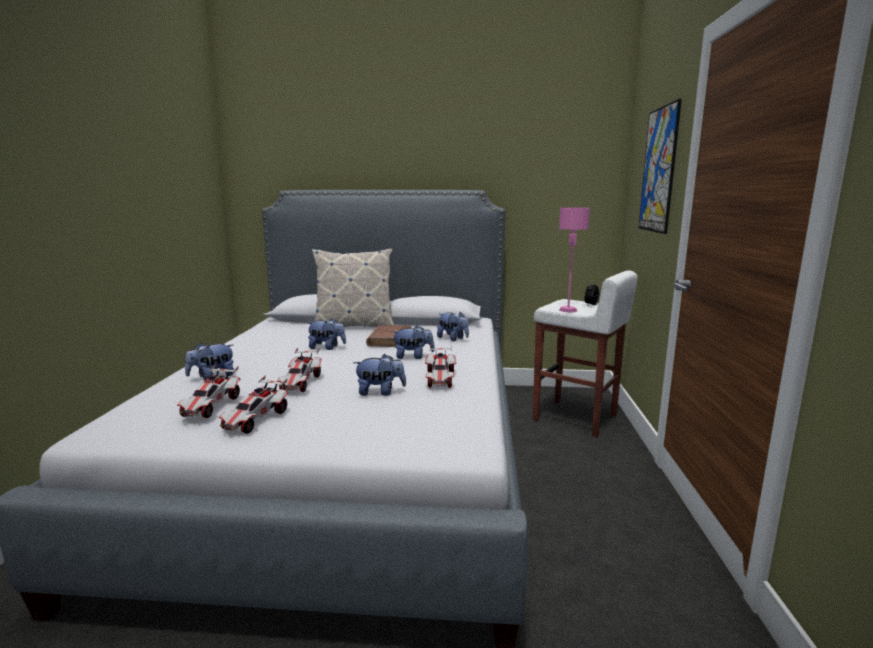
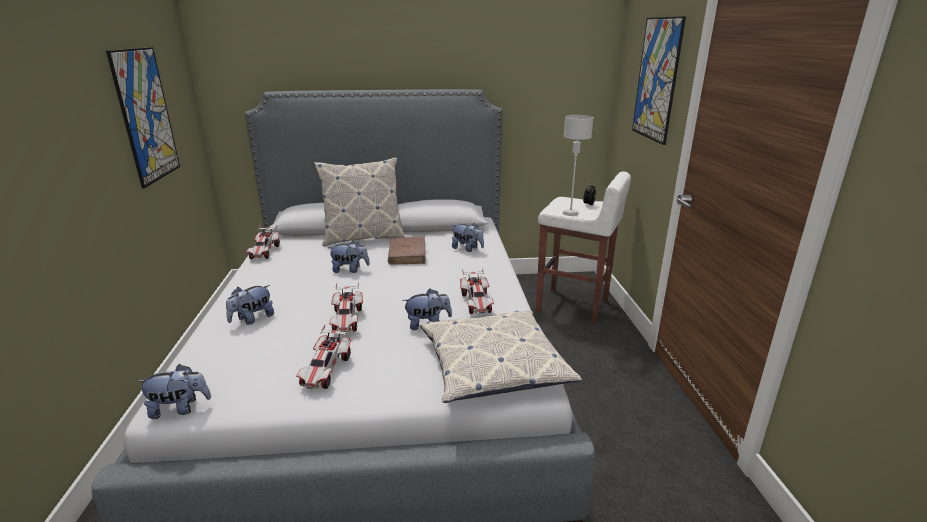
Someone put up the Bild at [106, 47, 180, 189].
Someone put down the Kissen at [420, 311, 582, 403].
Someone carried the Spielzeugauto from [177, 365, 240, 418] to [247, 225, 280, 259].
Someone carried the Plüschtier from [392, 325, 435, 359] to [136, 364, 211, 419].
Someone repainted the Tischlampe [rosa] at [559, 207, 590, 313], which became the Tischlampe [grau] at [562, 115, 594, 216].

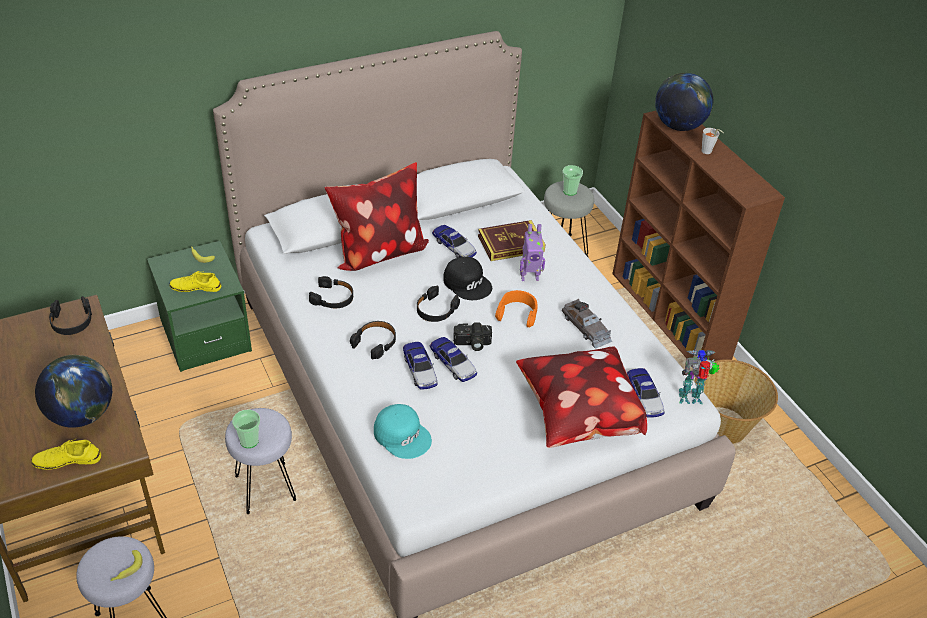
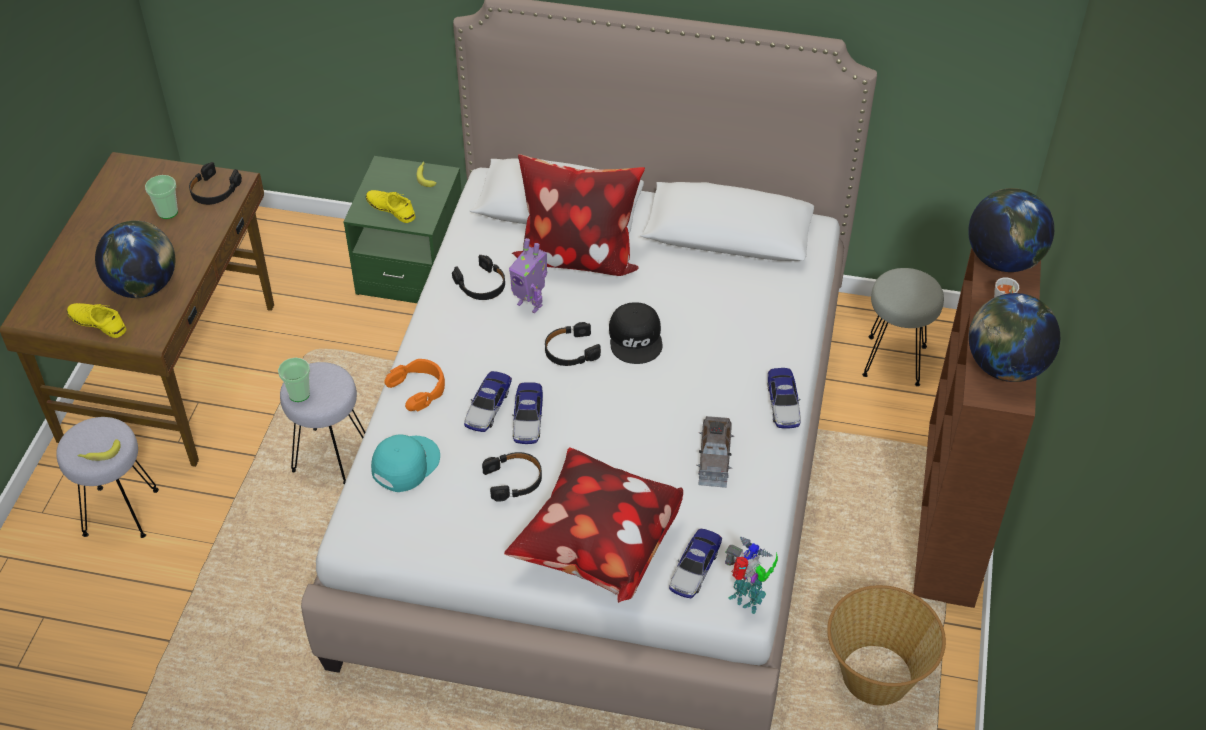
Someone took away the Kamera at [453, 322, 492, 351].
Someone took away the Buch at [478, 220, 546, 261].
Someone put down the Globus at [969, 293, 1060, 382].
Someone carried the Kopfhörer [schwarz] from [350, 321, 396, 360] to [482, 452, 542, 502].
Someone carried the Spielzeugauto from [432, 225, 477, 258] to [767, 368, 800, 429].
Someone carried the Kopfhörer [orange] from [495, 290, 538, 328] to [384, 359, 445, 411].
Someone carried the Spielzeugroboter from [520, 224, 545, 281] to [509, 238, 547, 313].
Someone carried the Tasse from [562, 165, 583, 196] to [145, 175, 178, 219].
Someone rotated the Kappe [türkis] at [374, 404, 432, 459] by 135 degrees counterclockwise.

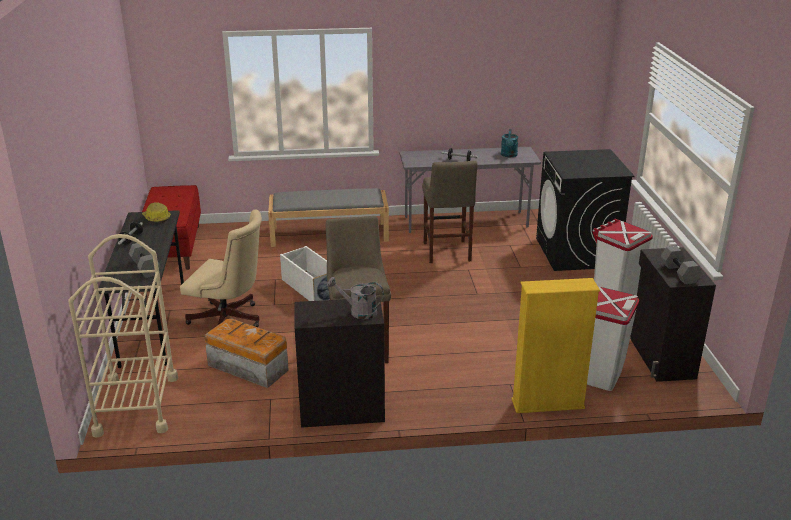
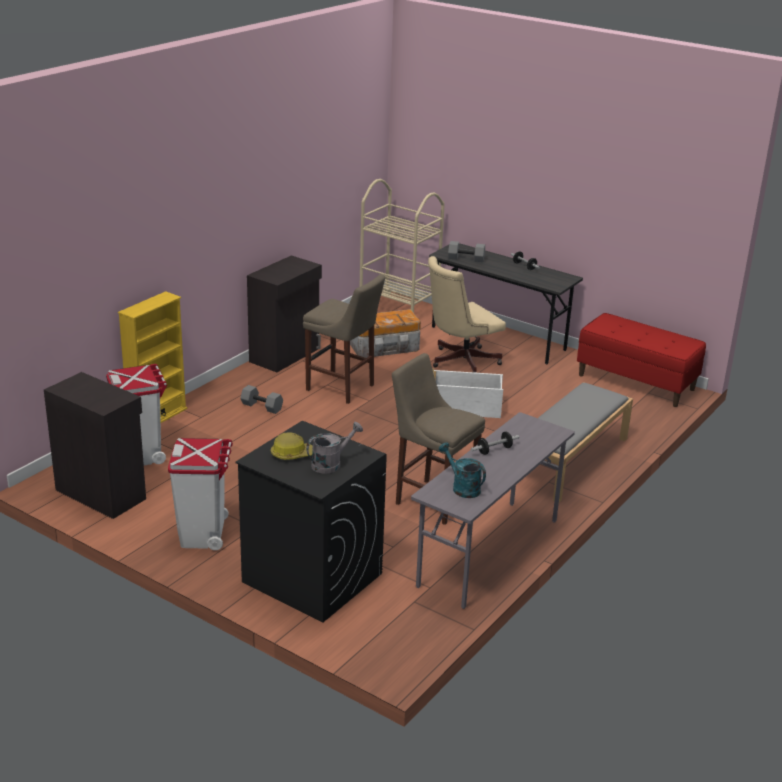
Someone carried the Schutzhelm from [142, 202, 171, 223] to [271, 433, 313, 460].
Someone carried the Gießkanne [grau] from [327, 277, 384, 319] to [306, 422, 363, 474].
Someone carried the Hantel [grau] from [661, 246, 702, 285] to [240, 385, 283, 414].

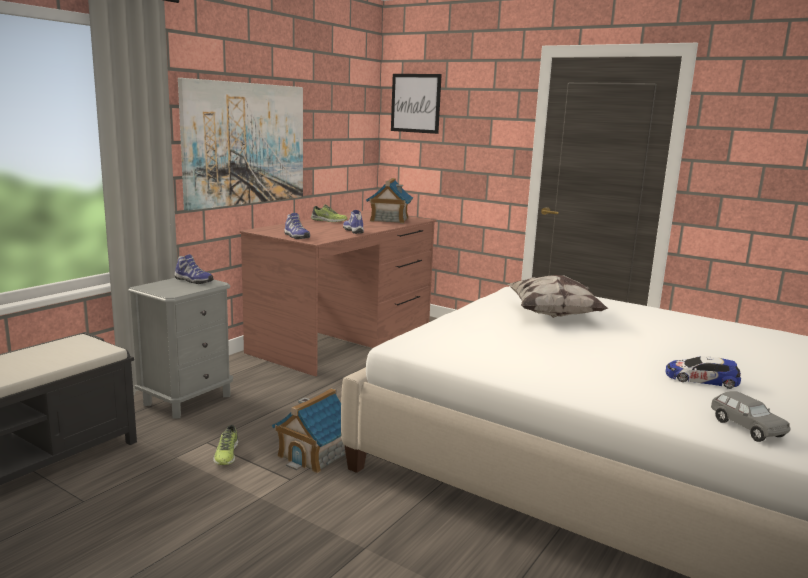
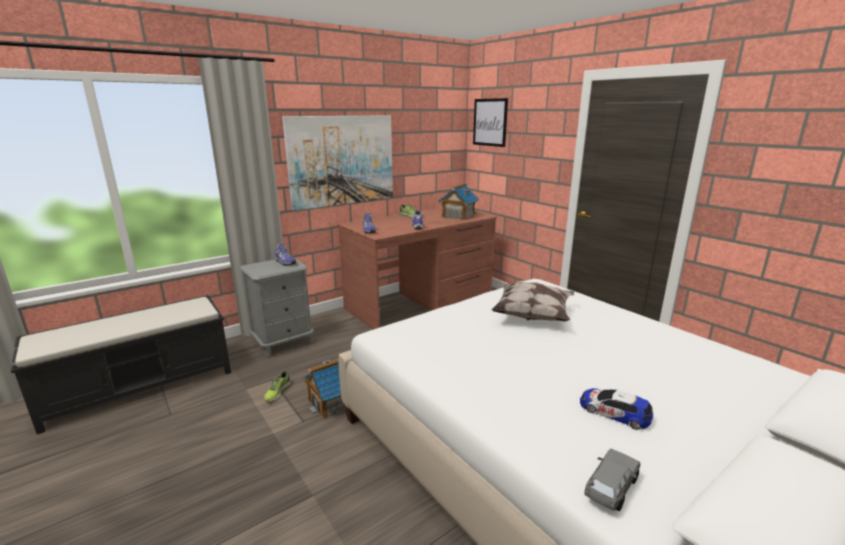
Someone rotated the Spielzeugauto [grau] at [711, 391, 791, 442] by 135 degrees counterclockwise.

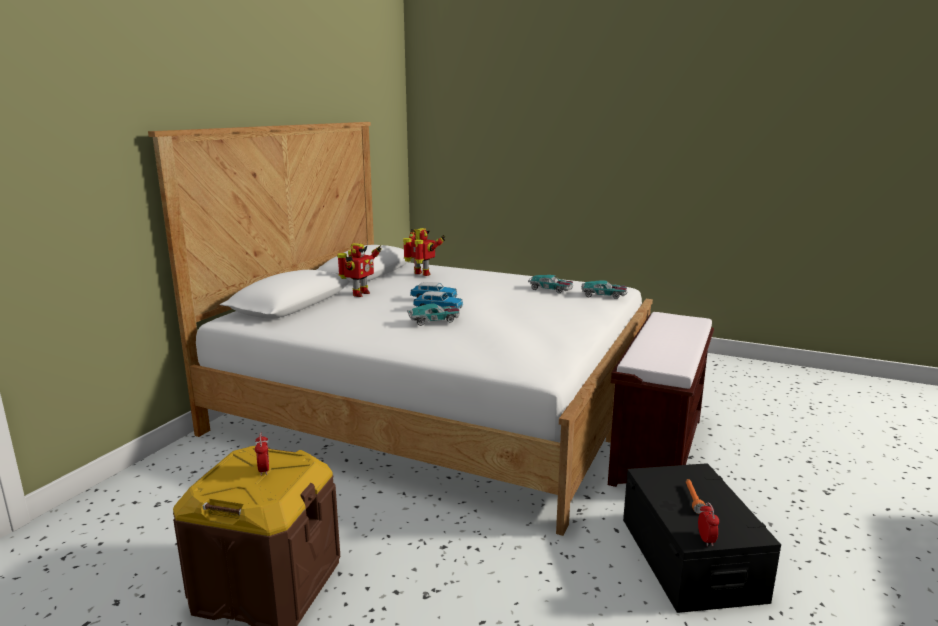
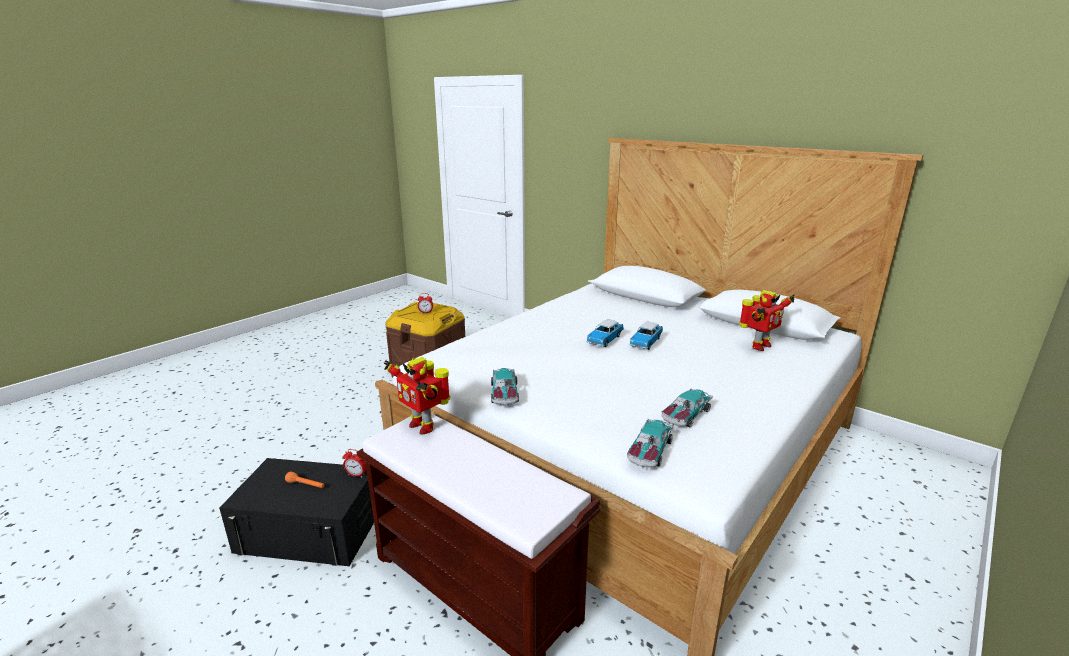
Someone carried the Spielzeugroboter from [337, 243, 381, 297] to [384, 357, 450, 435].
Someone carried the Spielzeugauto from [407, 303, 460, 326] to [491, 368, 519, 406].
Someone carried the Wecker from [698, 502, 719, 547] to [343, 449, 366, 477].

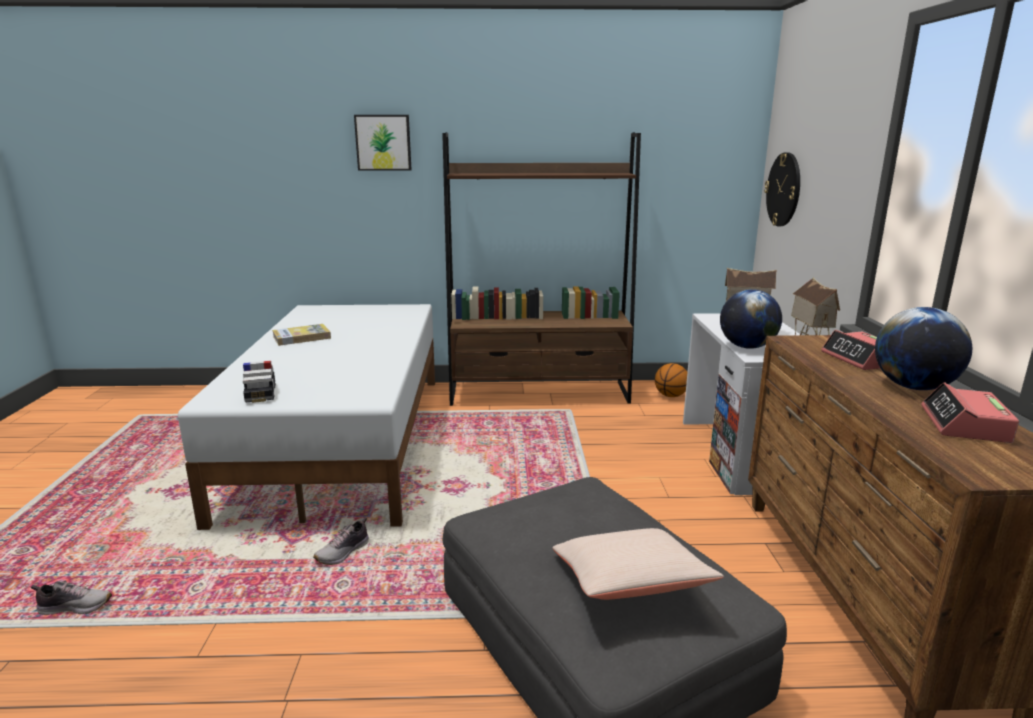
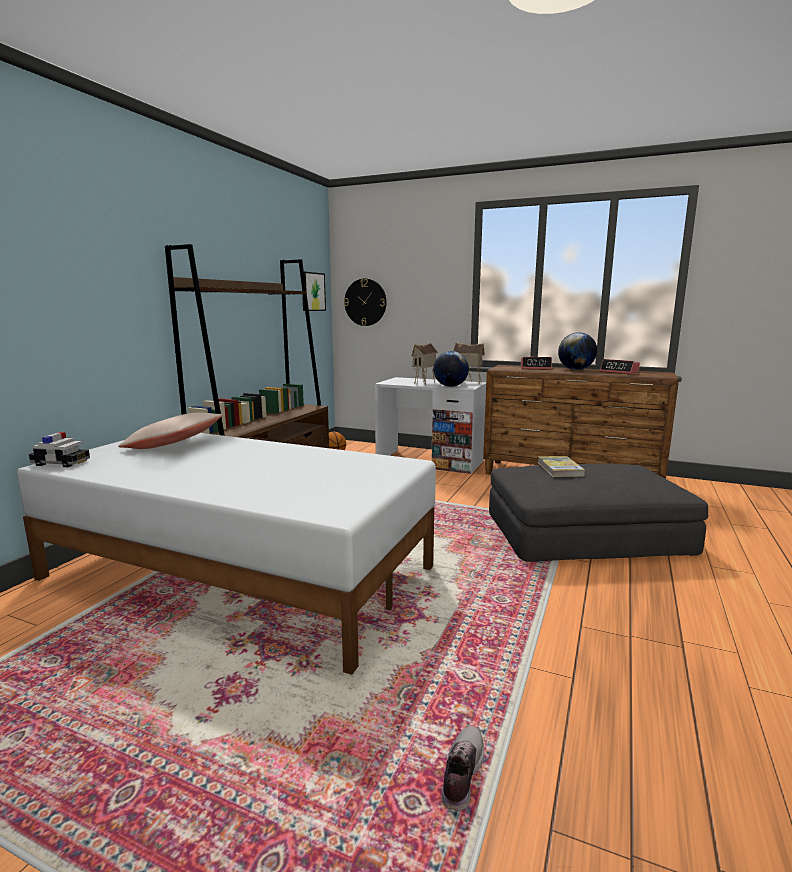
Someone took away the Schuh at [313, 517, 369, 565].
Someone carried the Spielzeugauto from [243, 361, 276, 403] to [29, 432, 90, 467].
Someone carried the Buch from [272, 324, 331, 346] to [538, 456, 585, 477].
Someone carried the Bild from [354, 115, 412, 171] to [302, 272, 326, 311].
Someone carried the Kissen [beige] from [552, 528, 724, 600] to [118, 412, 223, 449].

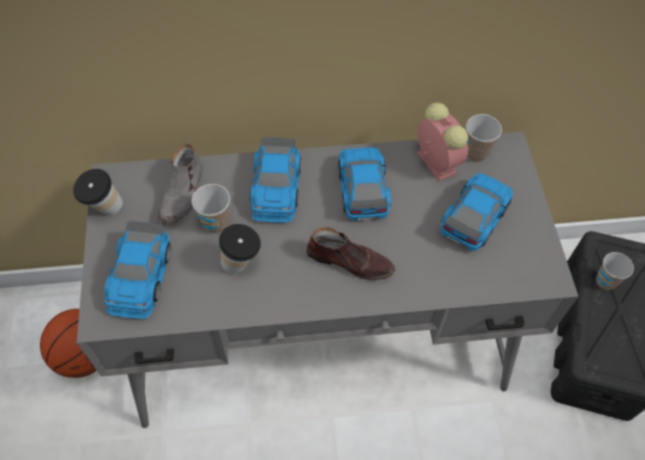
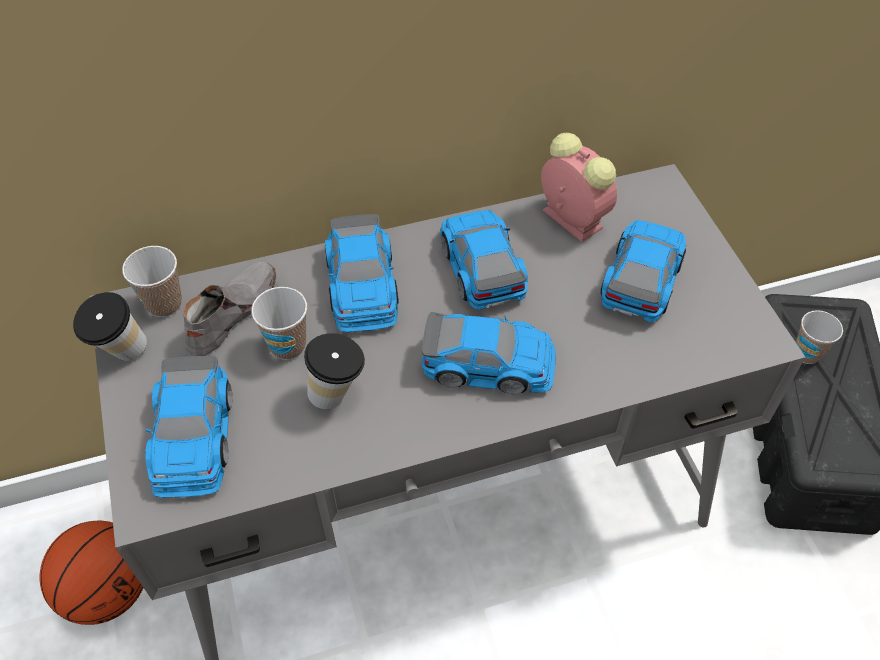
Someone carried the Tasse from [466, 114, 502, 162] to [122, 246, 182, 317].
Someone swapped the Schuh [braun] at [306, 227, 395, 280] for the Spielzeugauto at [422, 312, 556, 395].
Someone rotated the Schuh [grau] at [158, 144, 203, 223] by 150 degrees counterclockwise.

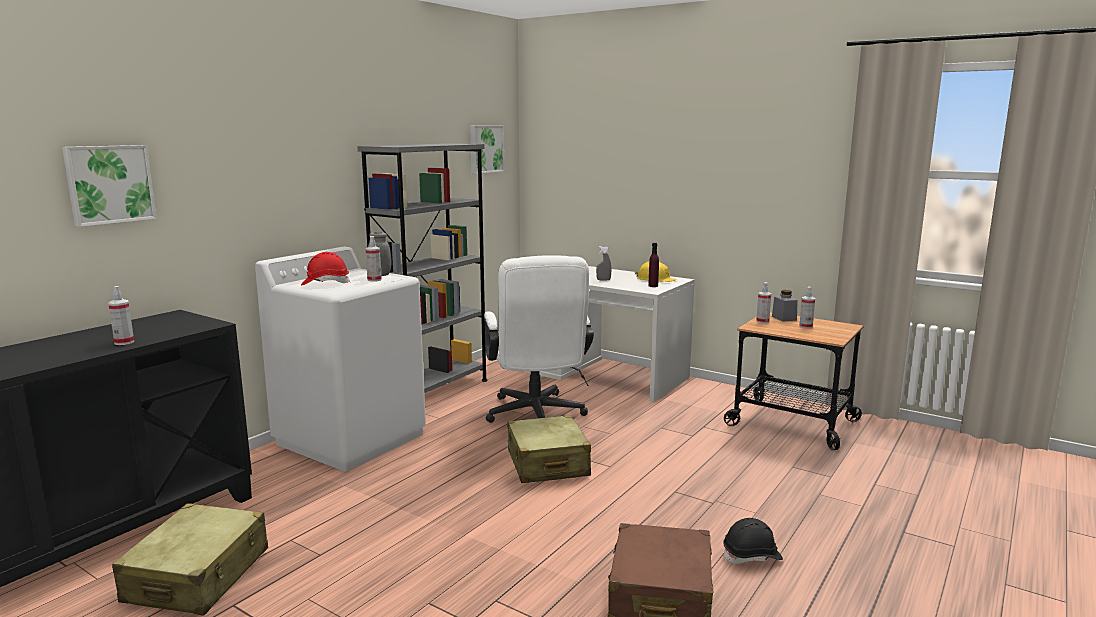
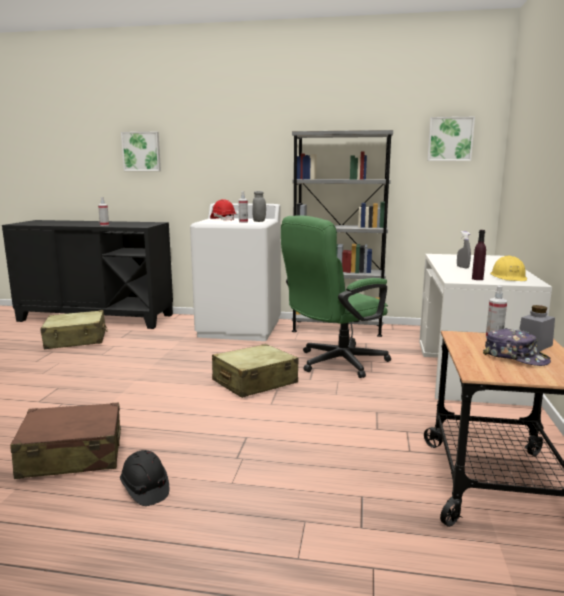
Someone swapped the Sprühflasche at [799, 287, 815, 329] for the Kappe at [483, 328, 551, 366].
Someone repainted the Bürostuhl [weiß] at [484, 255, 594, 423], which became the Bürostuhl [grün] at [281, 215, 391, 378].

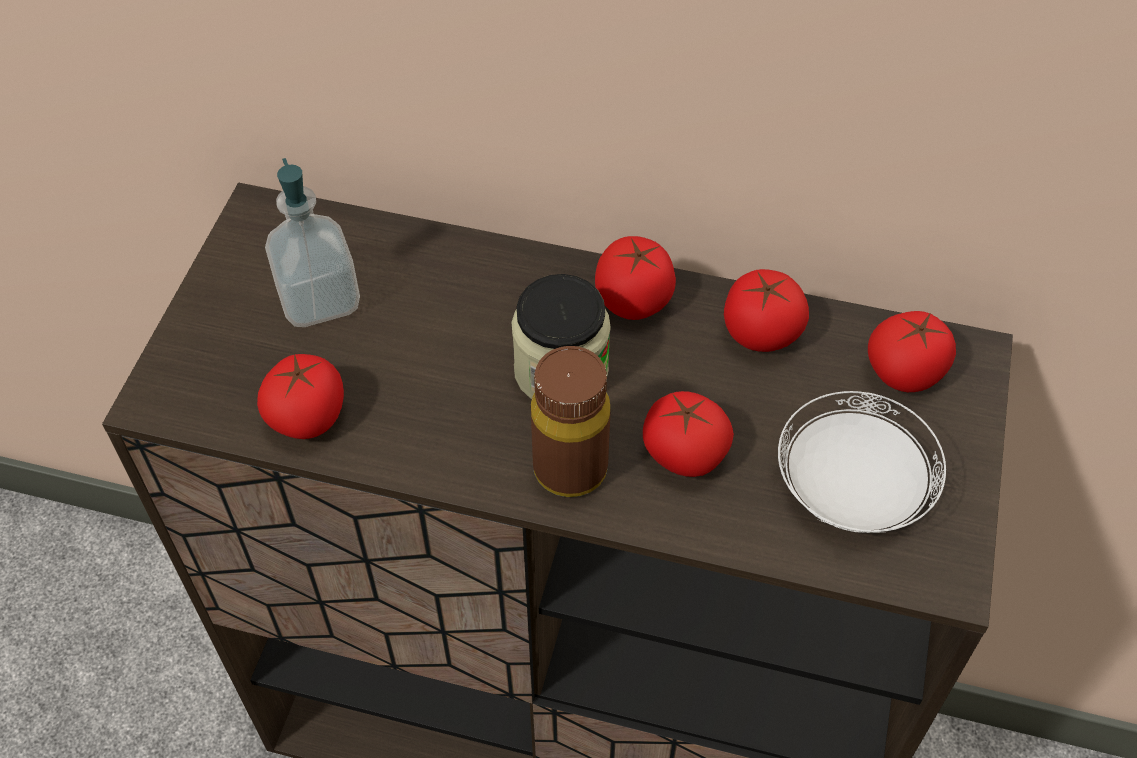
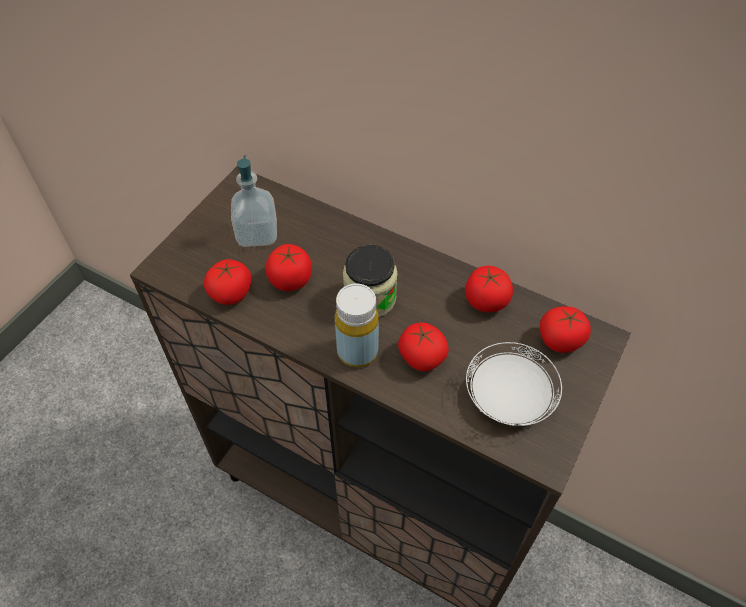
Someone carried the Tomate from [595, 236, 676, 320] to [265, 244, 312, 291].
Someone repainted the Flasche [braun] at [531, 346, 611, 497], which became the Flasche [gelb] at [335, 284, 379, 367].

